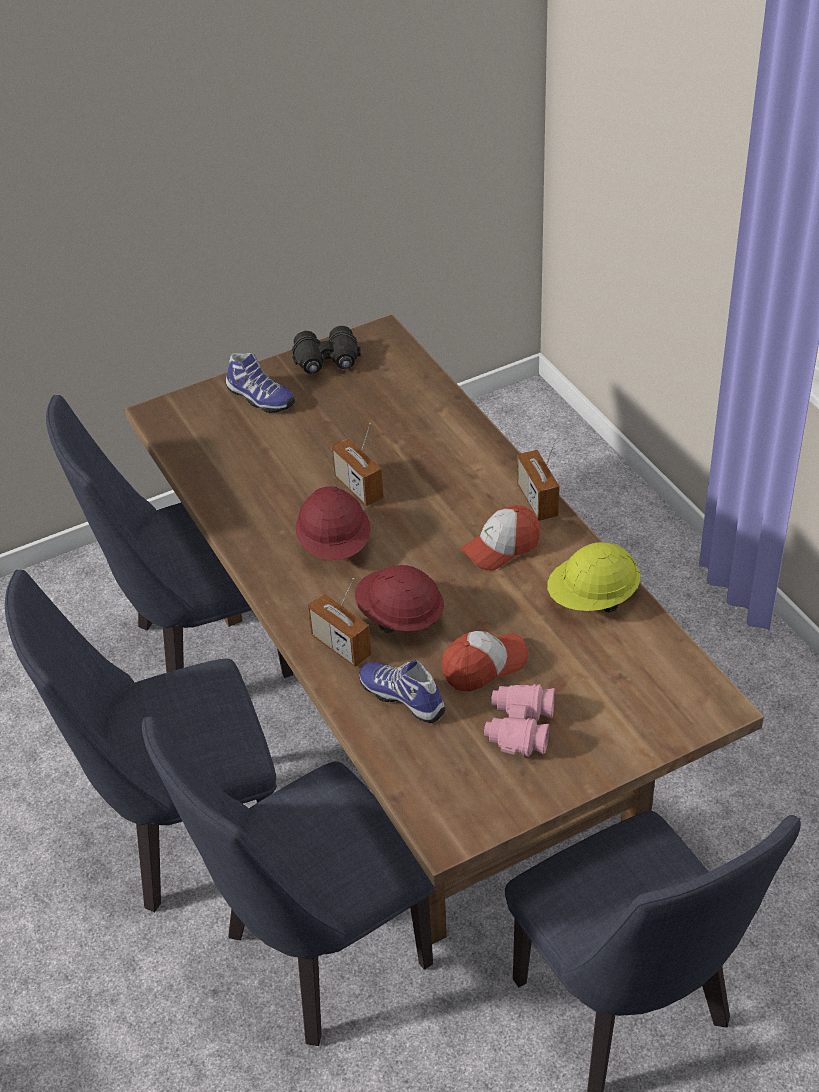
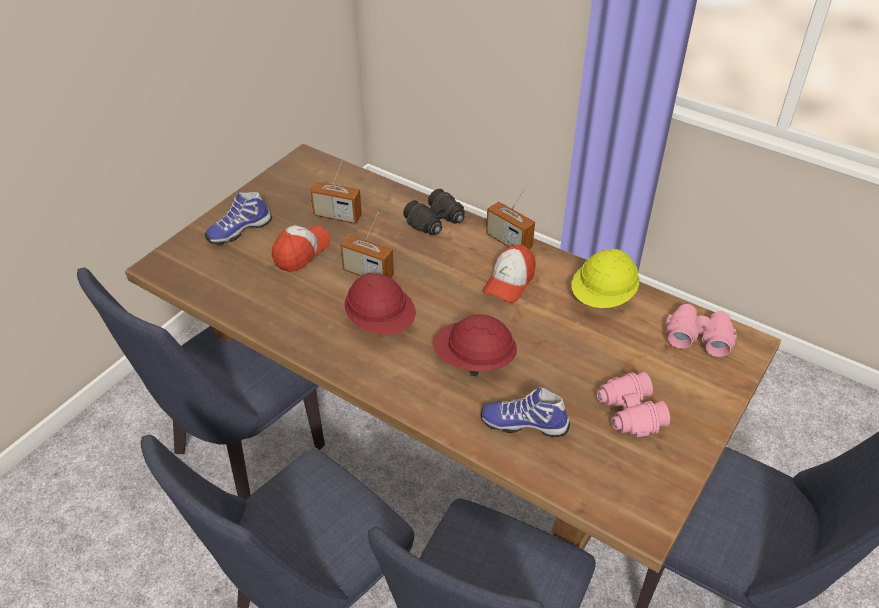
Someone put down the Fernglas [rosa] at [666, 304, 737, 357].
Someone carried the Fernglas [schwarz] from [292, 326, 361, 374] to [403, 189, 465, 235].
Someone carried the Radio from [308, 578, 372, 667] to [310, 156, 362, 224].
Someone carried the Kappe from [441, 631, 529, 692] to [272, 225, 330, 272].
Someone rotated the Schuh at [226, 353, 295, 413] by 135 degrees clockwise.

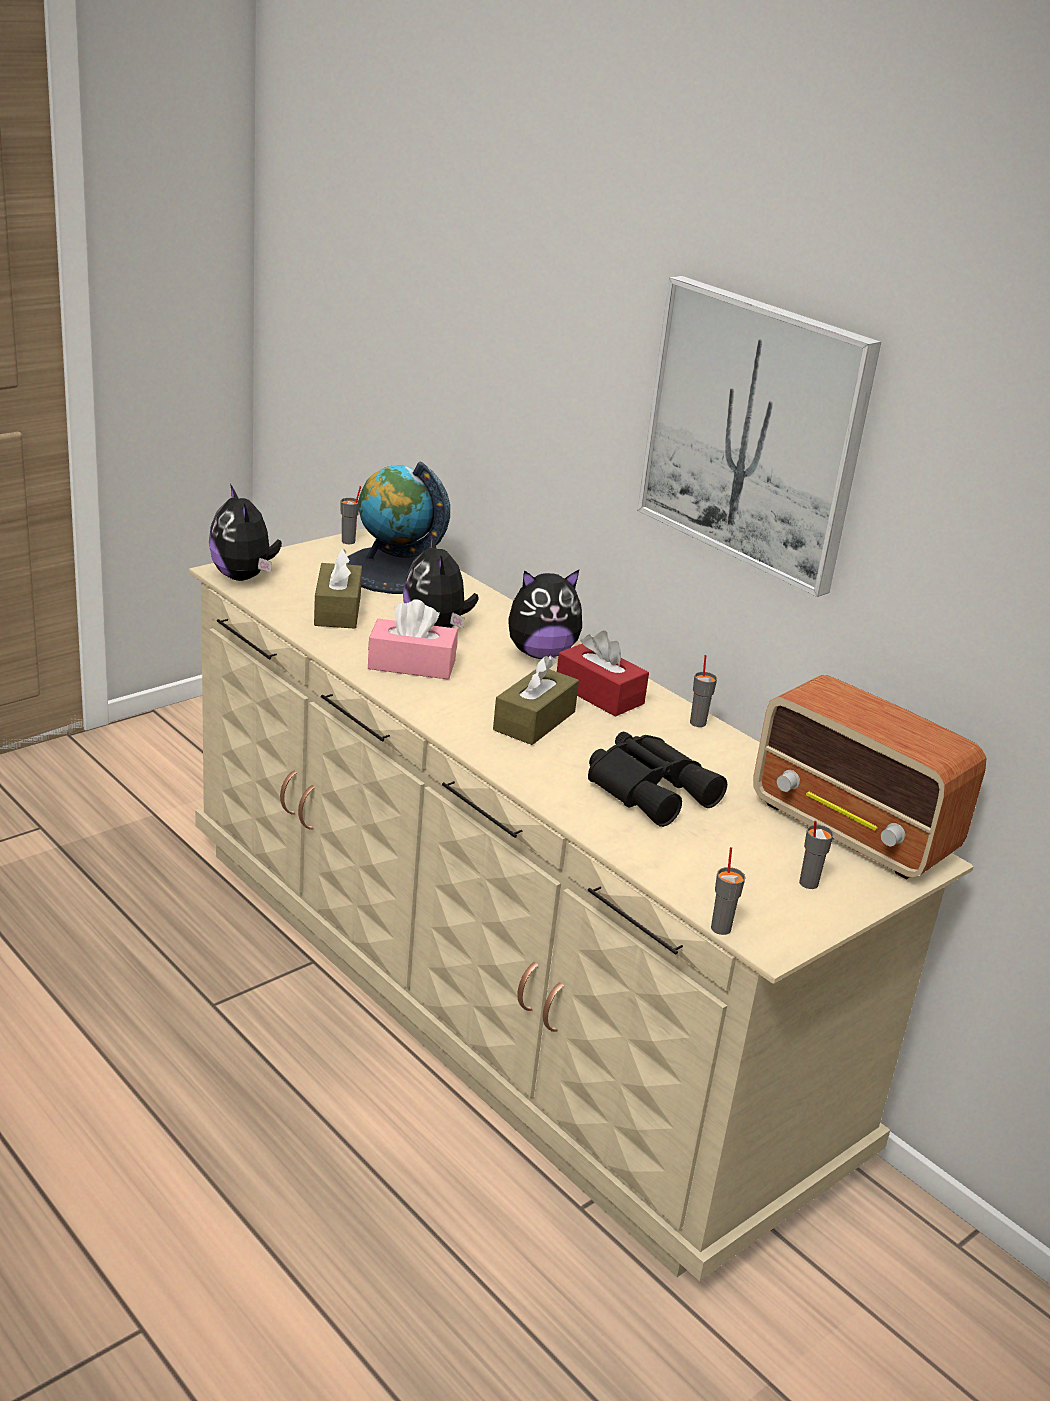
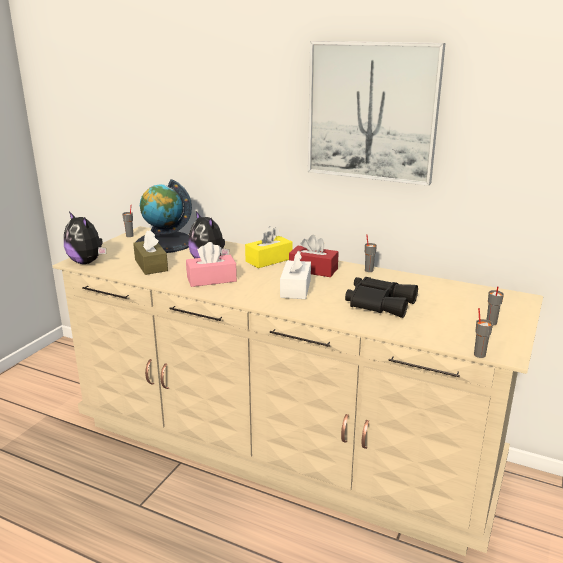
Someone took away the Radio at [753, 675, 986, 880].
Someone swapped the Plüschtier at [509, 570, 582, 659] for the Taschentuchbox [gelb] at [245, 226, 293, 268].
Someone repainted the Taschentuchbox [braun] at [493, 656, 579, 745], which became the Taschentuchbox [weiß] at [280, 251, 311, 299].

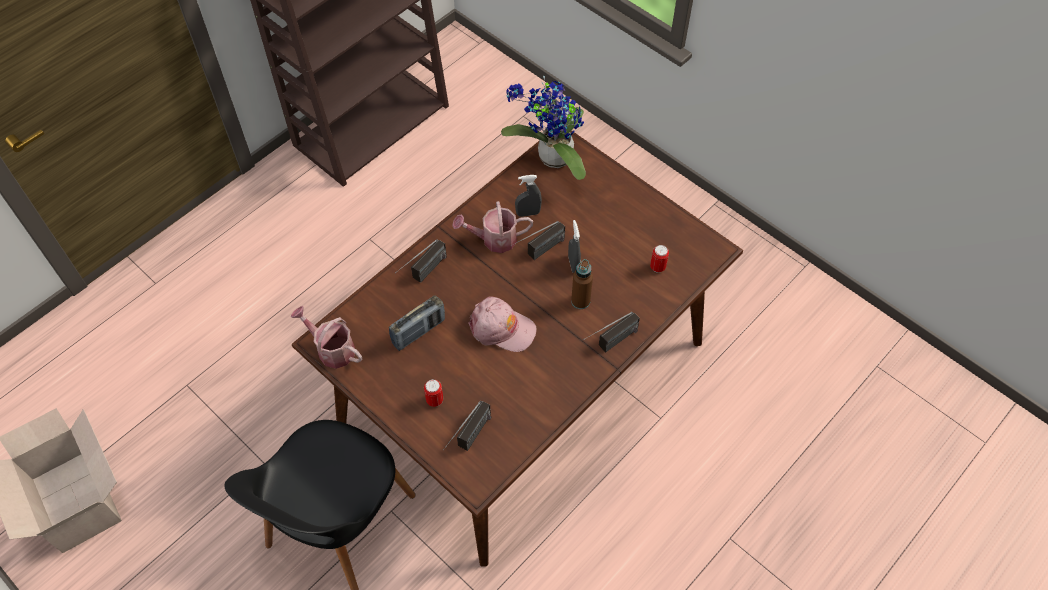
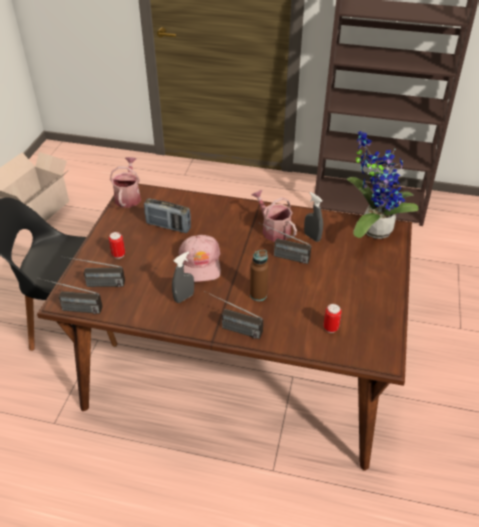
Someone carried the Radio from [395, 239, 447, 283] to [37, 278, 103, 314].
Someone carried the Sprühflasche [grau] from [568, 220, 581, 273] to [172, 252, 194, 303].

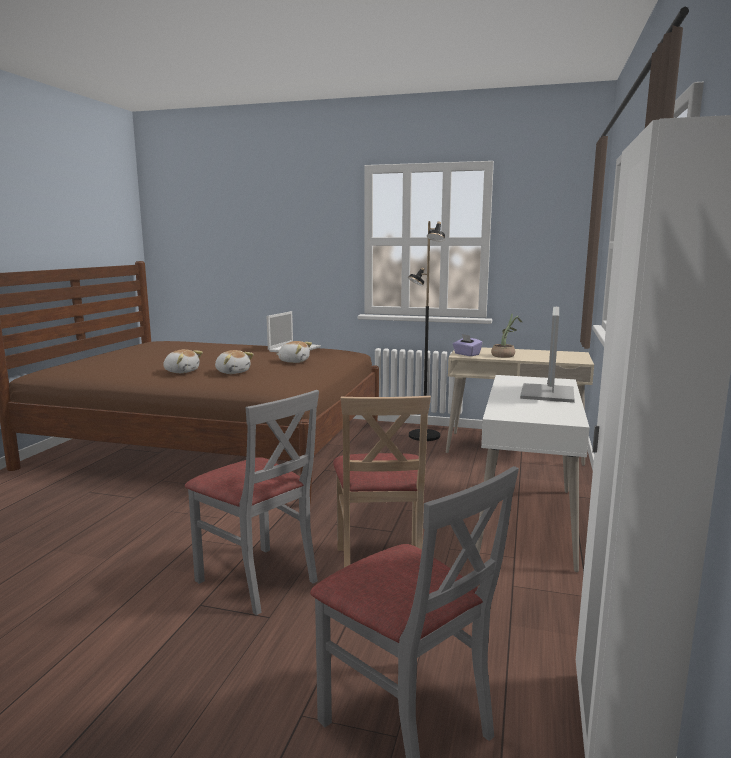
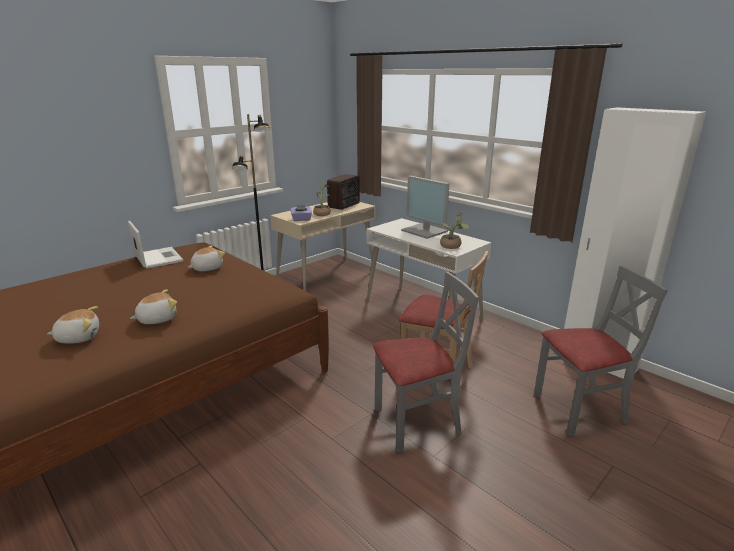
Someone put down the Radio at [327, 174, 360, 210].
Someone put down the Topfpflanze at [440, 211, 469, 249].
Someone carried the Plüschtier from [215, 350, 254, 374] to [47, 306, 99, 344].

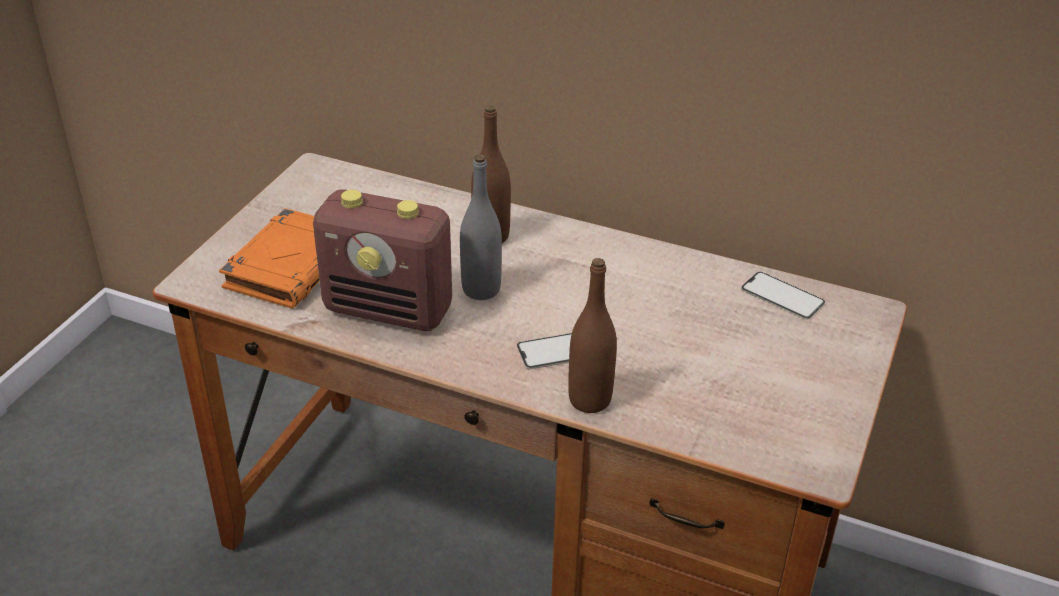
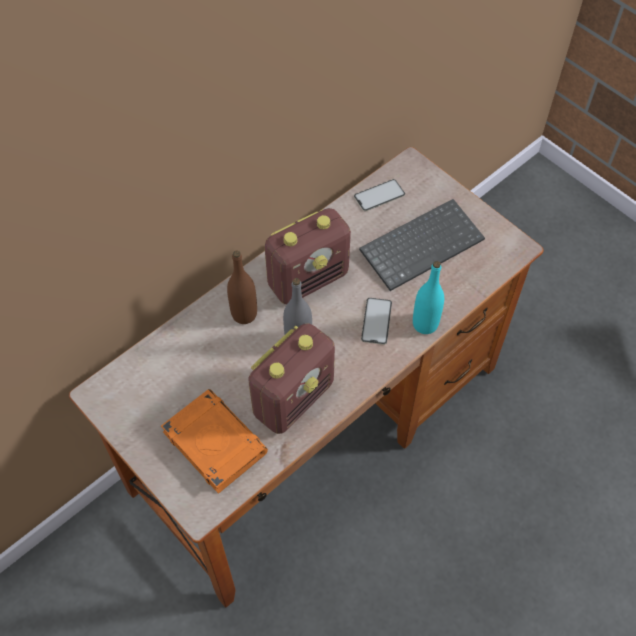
Someone put down the Radio at [264, 208, 351, 304].
Someone put down the Tastatur at [359, 199, 485, 291].
Someone repainted the Flasche [braun] at [568, 258, 617, 413], which became the Flasche [türkis] at [413, 261, 444, 334].

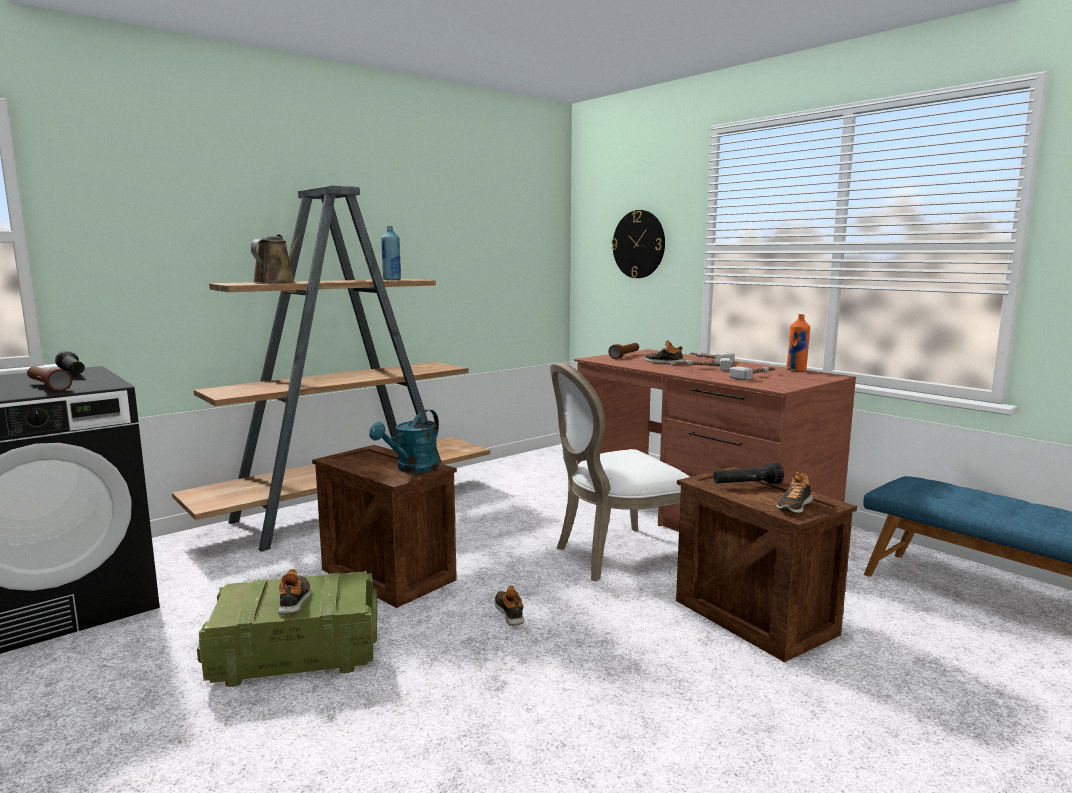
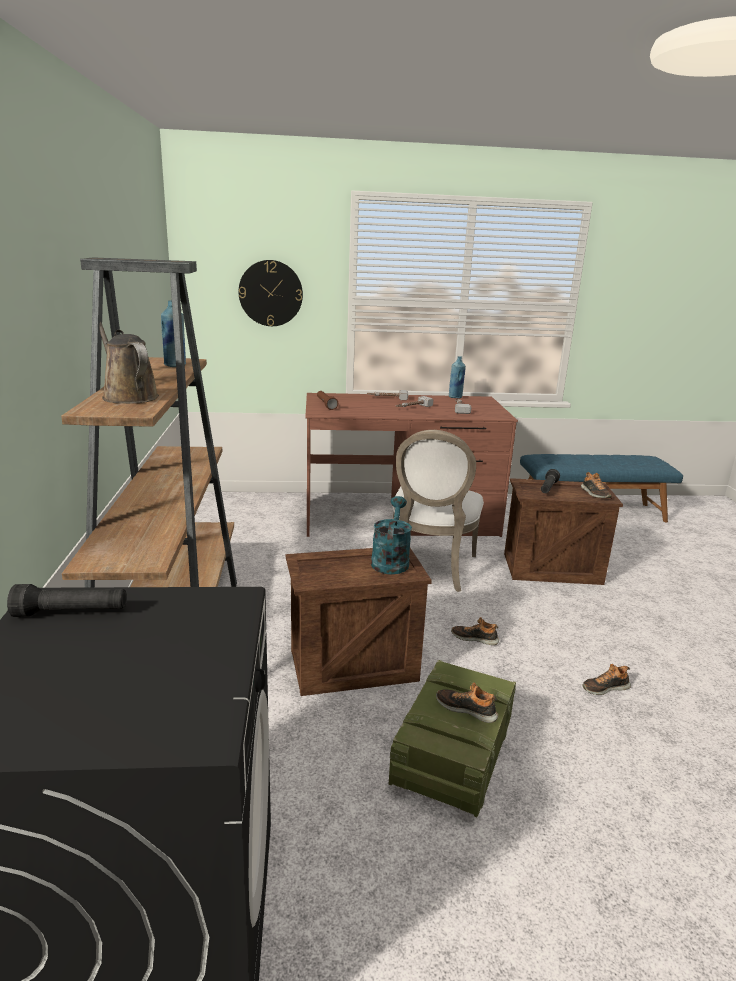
Someone took away the Taschenlampe [braun] at [27, 366, 72, 391].
Someone carried the Schuh from [644, 340, 685, 365] to [582, 664, 631, 695].
Someone repainted the Flasche [orange] at [786, 314, 810, 372], which became the Flasche [blau] at [449, 356, 466, 398].
Someone rotated the Gießkanne [türkis] at [369, 409, 439, 473] by 150 degrees counterclockwise.

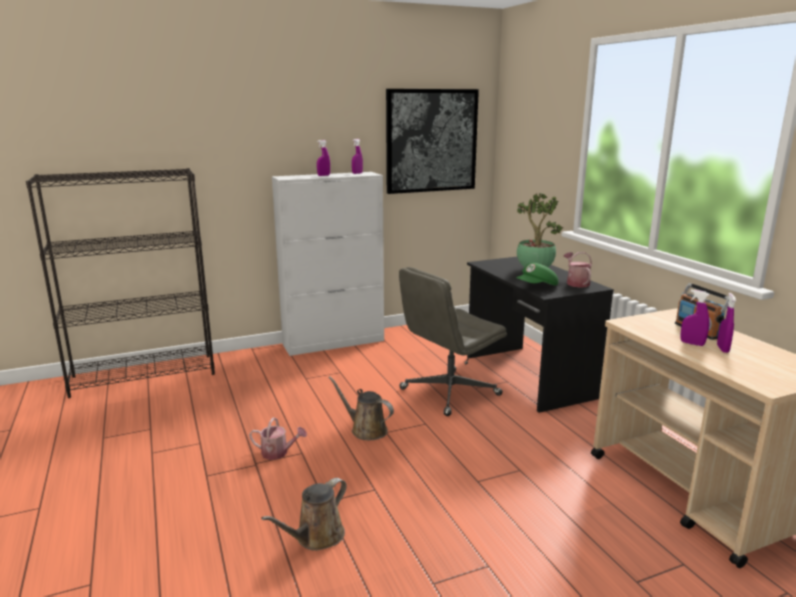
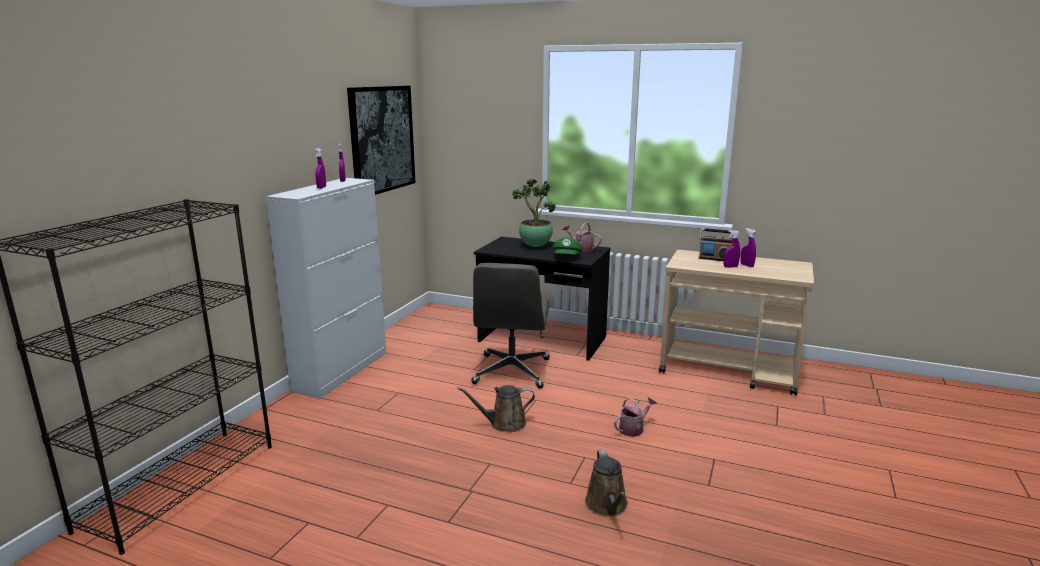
Someone carried the Gießkanne from [249, 417, 307, 460] to [614, 397, 657, 437].

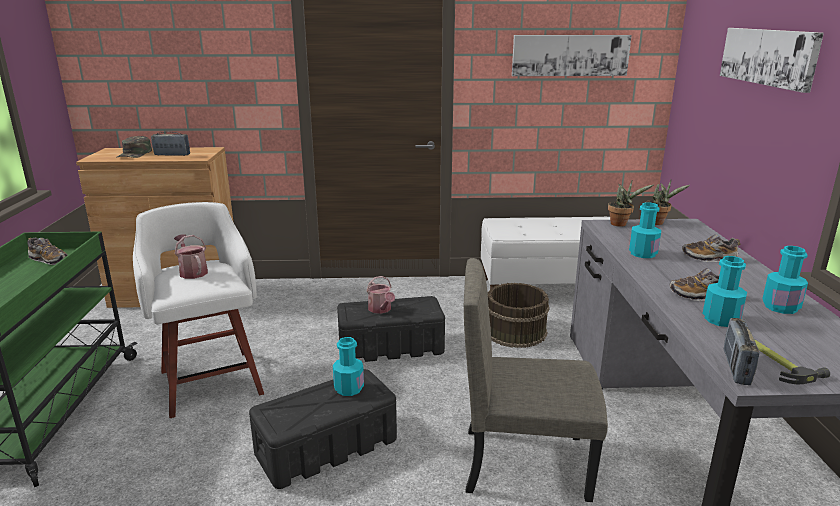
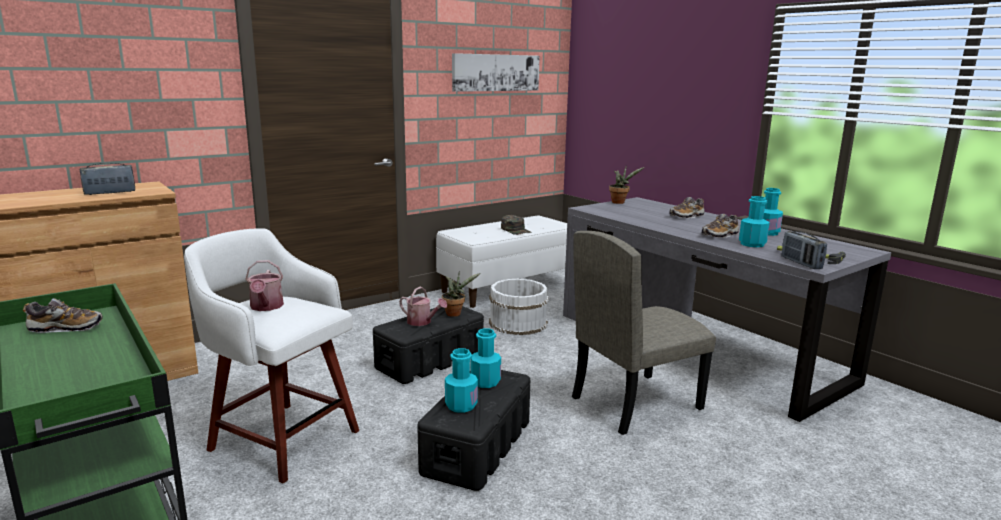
Someone took away the Bild at [720, 28, 824, 93].
Someone carried the Kappe [grün] from [117, 136, 152, 158] to [501, 215, 532, 235].
Someone carried the Topfpflanze from [608, 181, 654, 227] to [442, 271, 480, 317].
Someone carried the Flasche [türkis] from [629, 202, 661, 258] to [445, 348, 478, 413].
Someone repainted the Eimer [braun] at [488, 283, 550, 348], which became the Eimer [weiß] at [489, 279, 549, 335].
Someone rotated the Gießkanne at [174, 234, 208, 279] by 120 degrees counterclockwise.

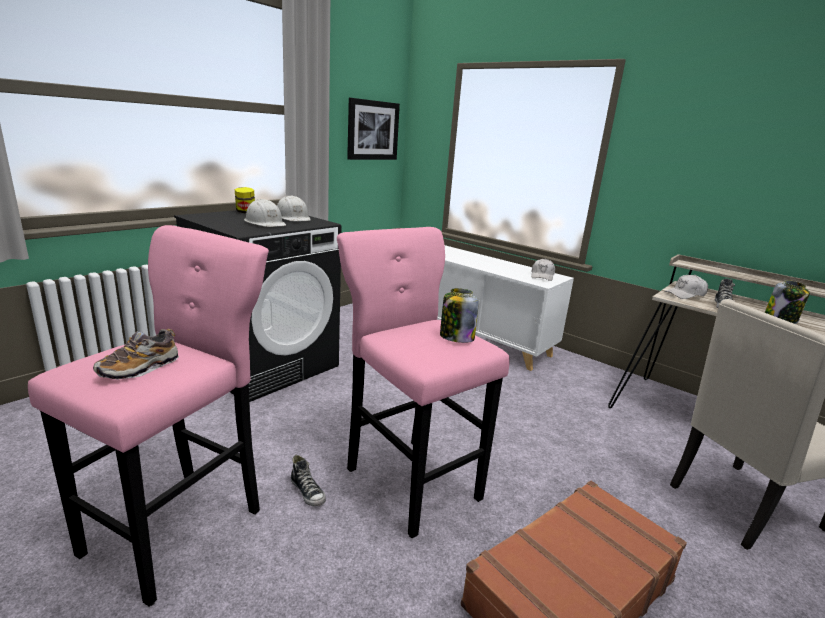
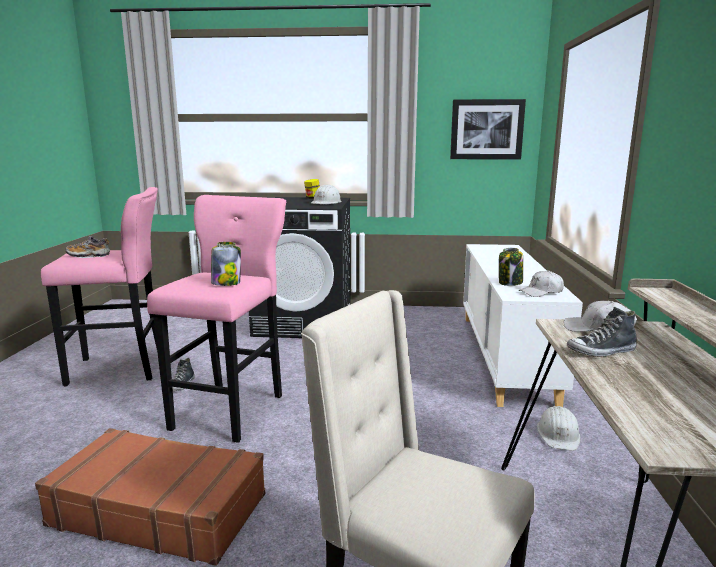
Someone carried the Schutzhelm [weiß] from [244, 199, 286, 227] to [537, 406, 581, 451].
Someone carried the Vorratsglas from [765, 280, 810, 324] to [499, 248, 523, 286].

